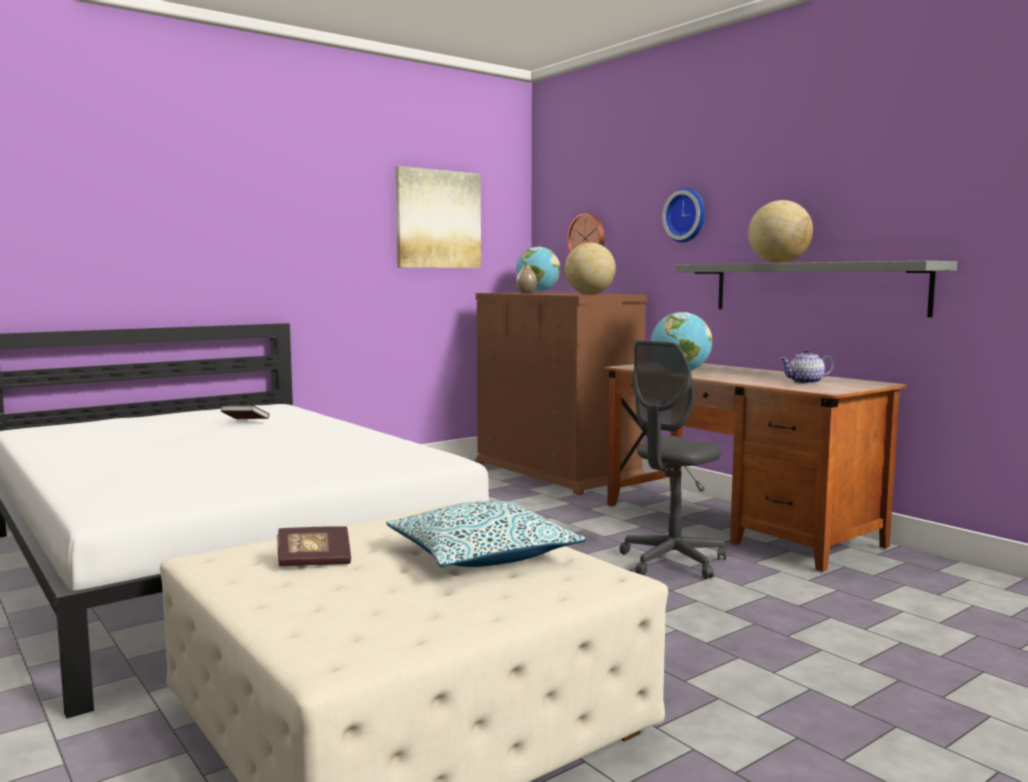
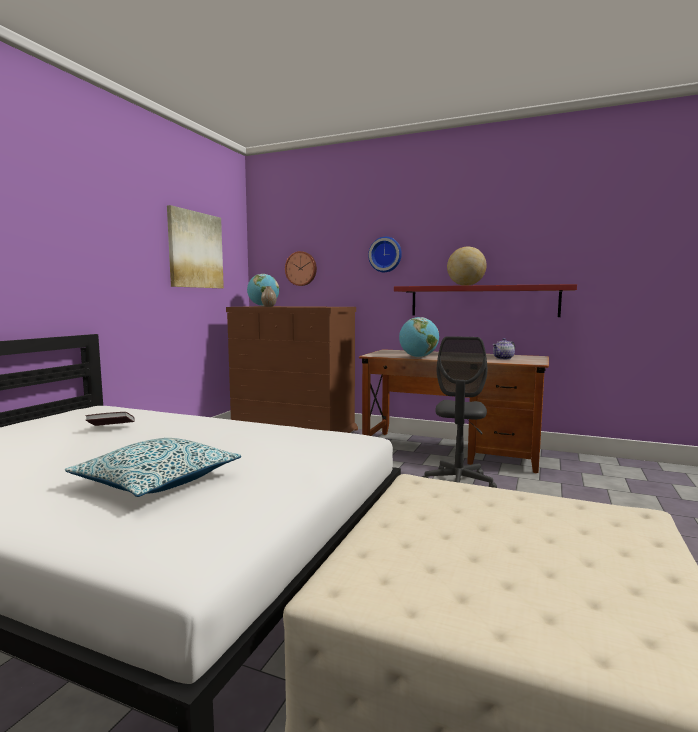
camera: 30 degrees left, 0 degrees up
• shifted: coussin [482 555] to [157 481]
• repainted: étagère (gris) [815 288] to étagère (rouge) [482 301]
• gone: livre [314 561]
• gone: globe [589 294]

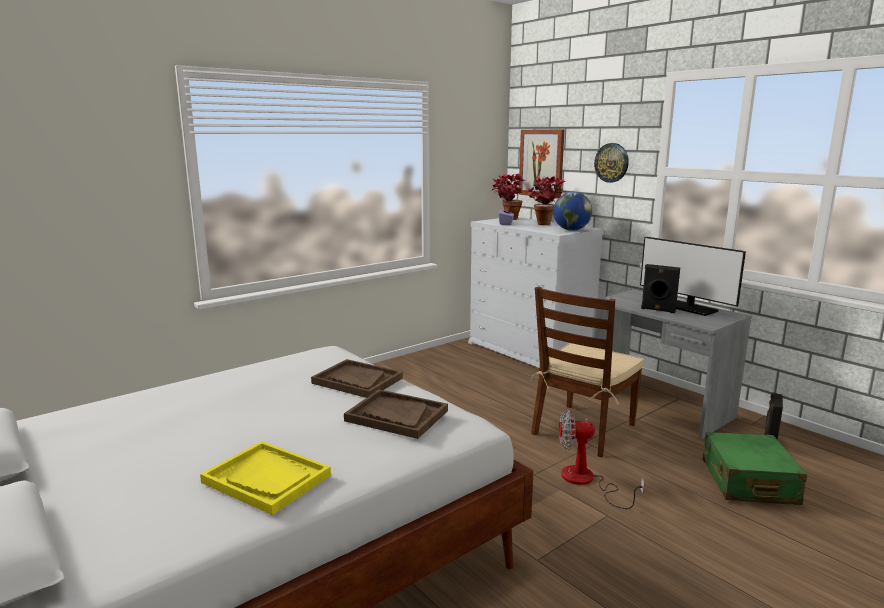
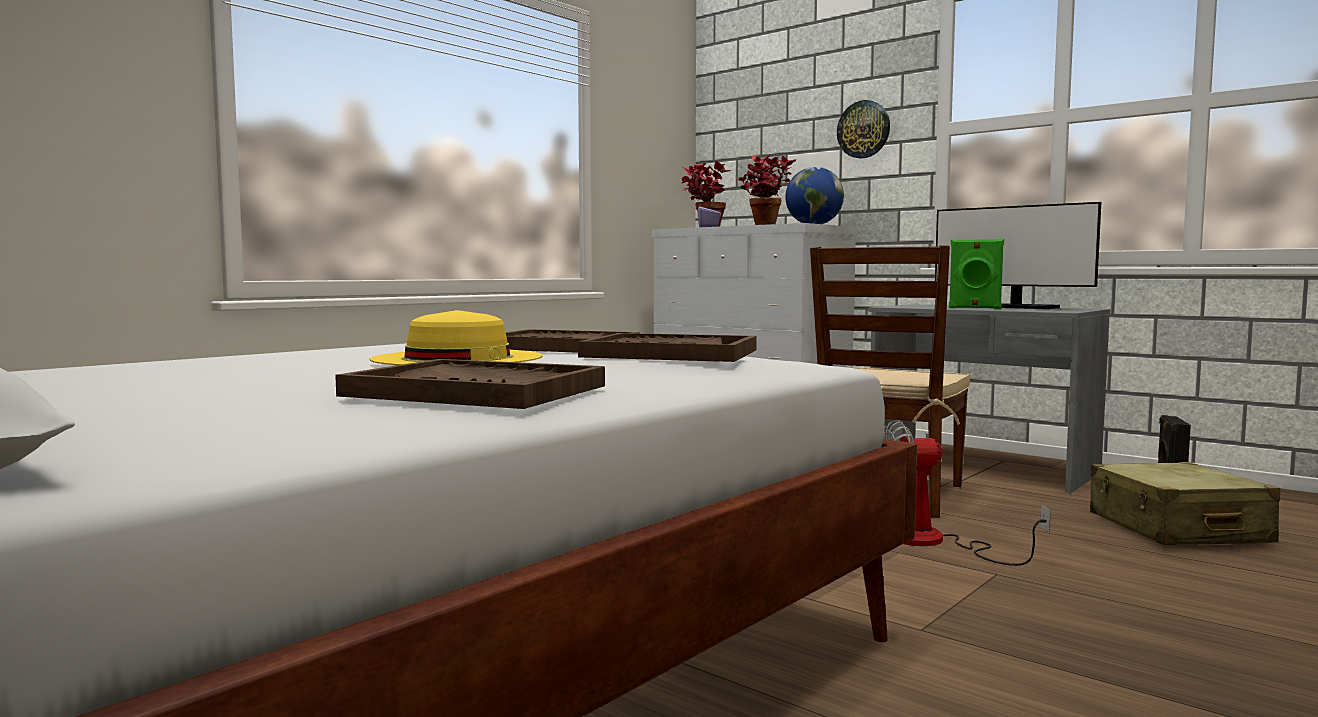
camera: 10 degrees left, 10 degrees down
• repainted: plateau (jaune) [267 479] to plateau (marron) [477 391]
• new: chapeau (jaune) [458 358]
• repainted: enceinte (noir) [658 310] to enceinte (vert) [974 308]
• repainted: valise (vert) [748 482] to valise (beige) [1176 529]
• gone: tableau [541 163]

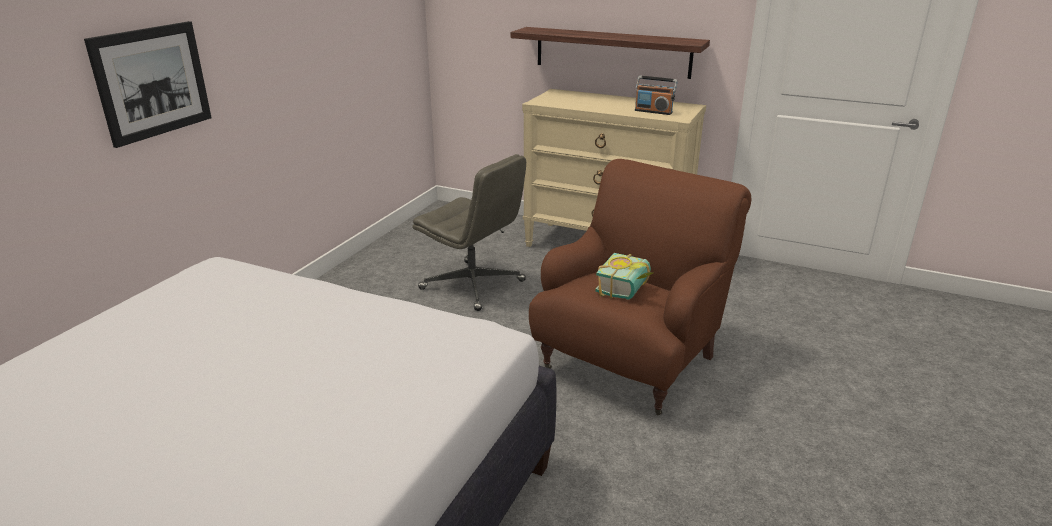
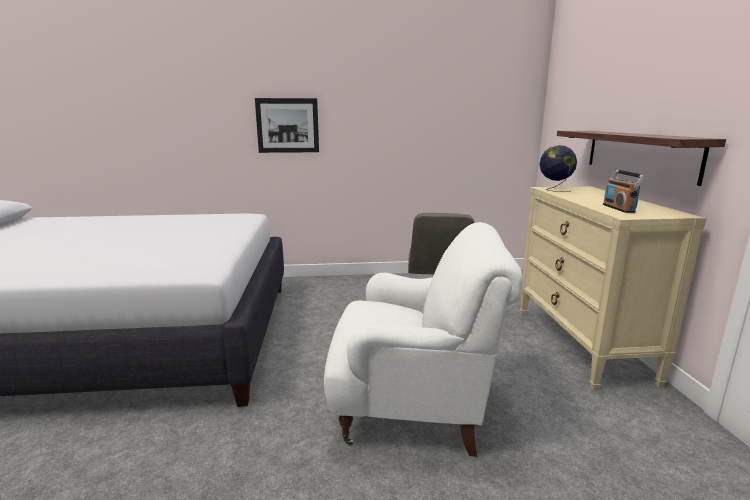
camera: 60 degrees right, 10 degrees down
• repainted: fauteuil (marron) [631 362] to fauteuil (blanc) [414 407]
• new: globe [554 190]
• gone: livre [628 289]

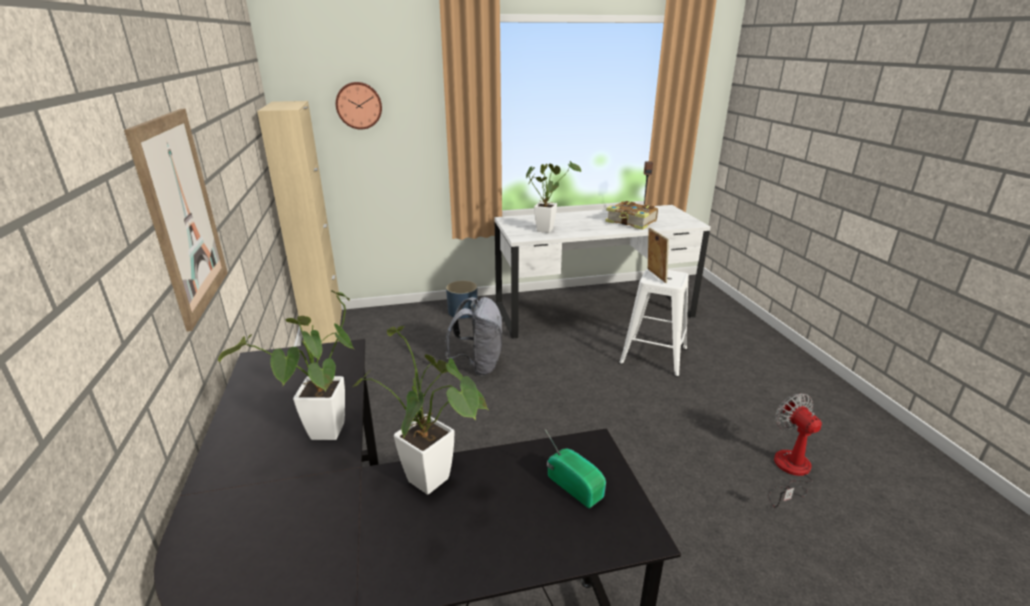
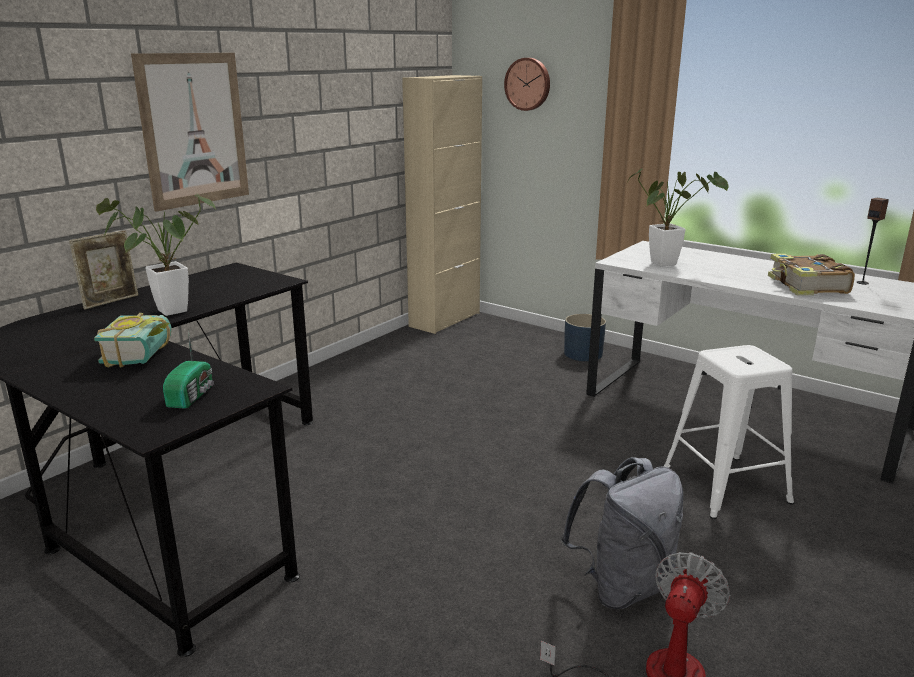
camera: 50 degrees right, 5 degrees down
• shifted: cadre photo [655 276] to [111 301]
• swapped: plante en pot [434 485] to livre [145 355]
• shifted: sac à dos (gris) [478 365] to [622 586]

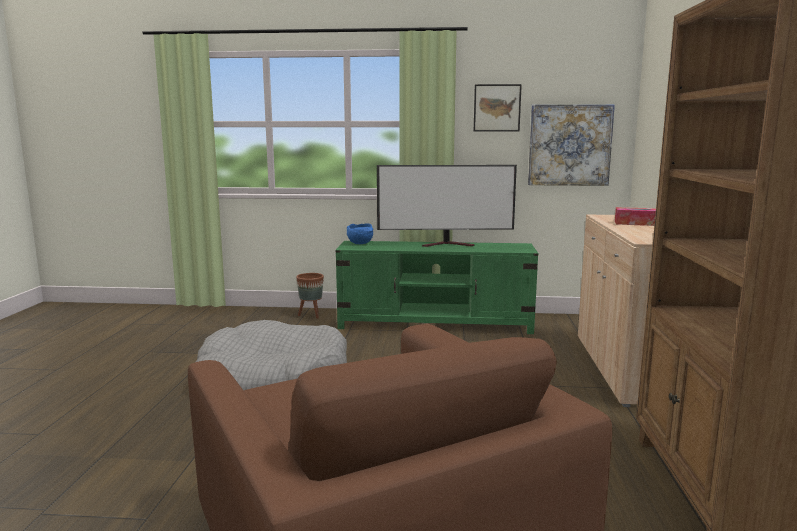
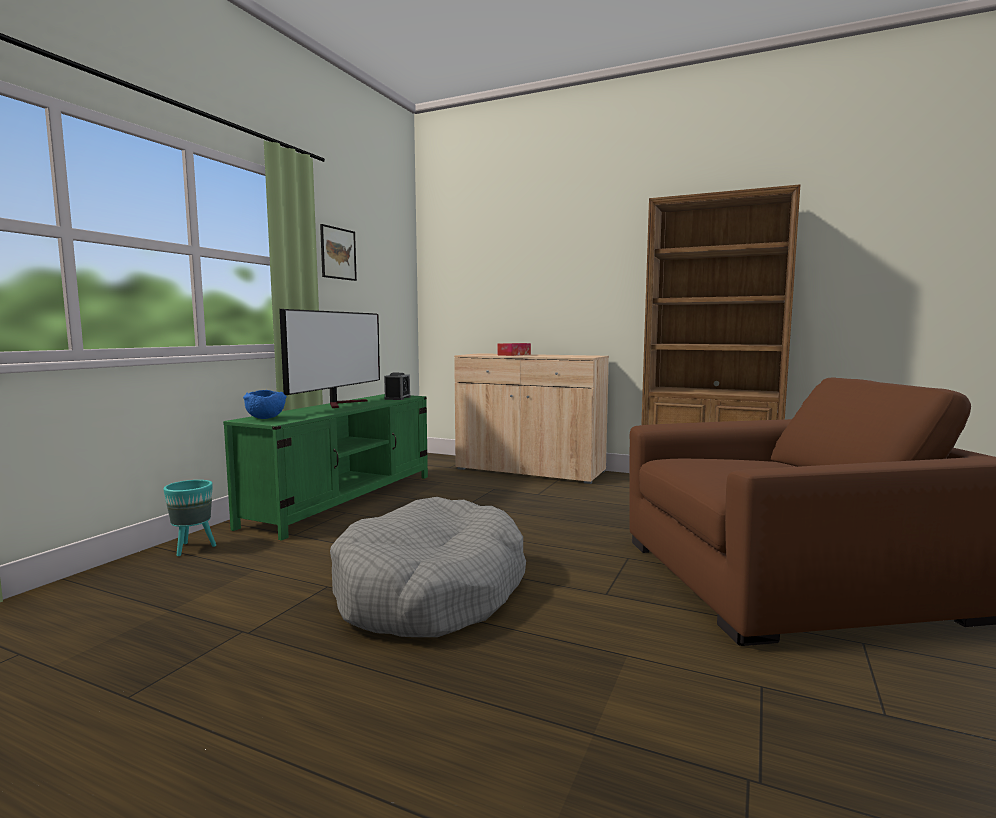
camera: 70 degrees left, 5 degrees down
• repainted: cache-pot (marron) [311 315] to cache-pot (turquoise) [192 548]
• new: réveil [397 398]
• gone: tableau [569 145]

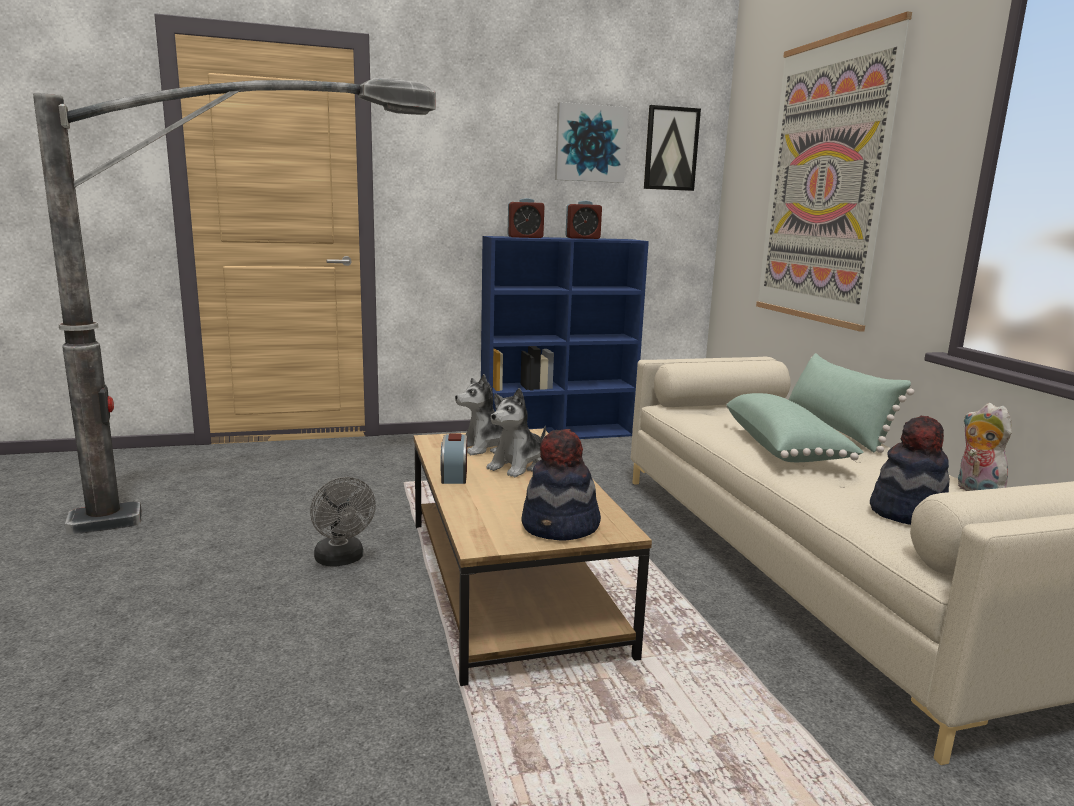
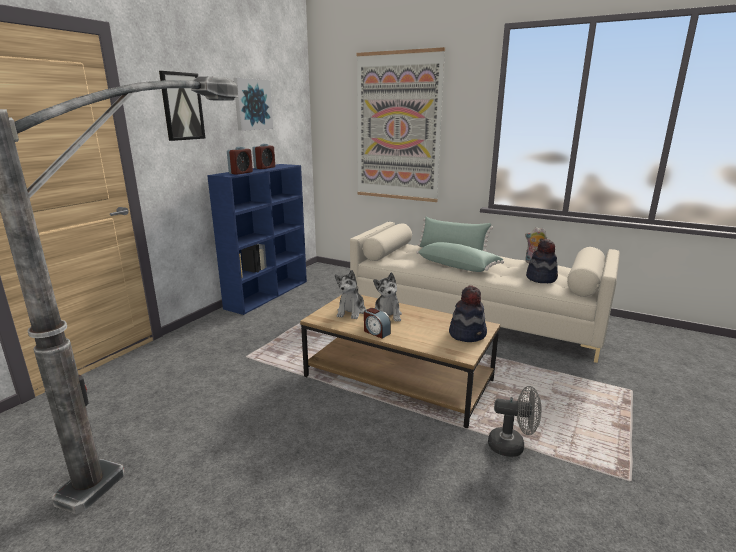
camera: 45 degrees left, 5 degrees up
• shifted: tableau [671 149] to [182 106]
• shifted: ventilateur (gris) [342 560] to [512 446]

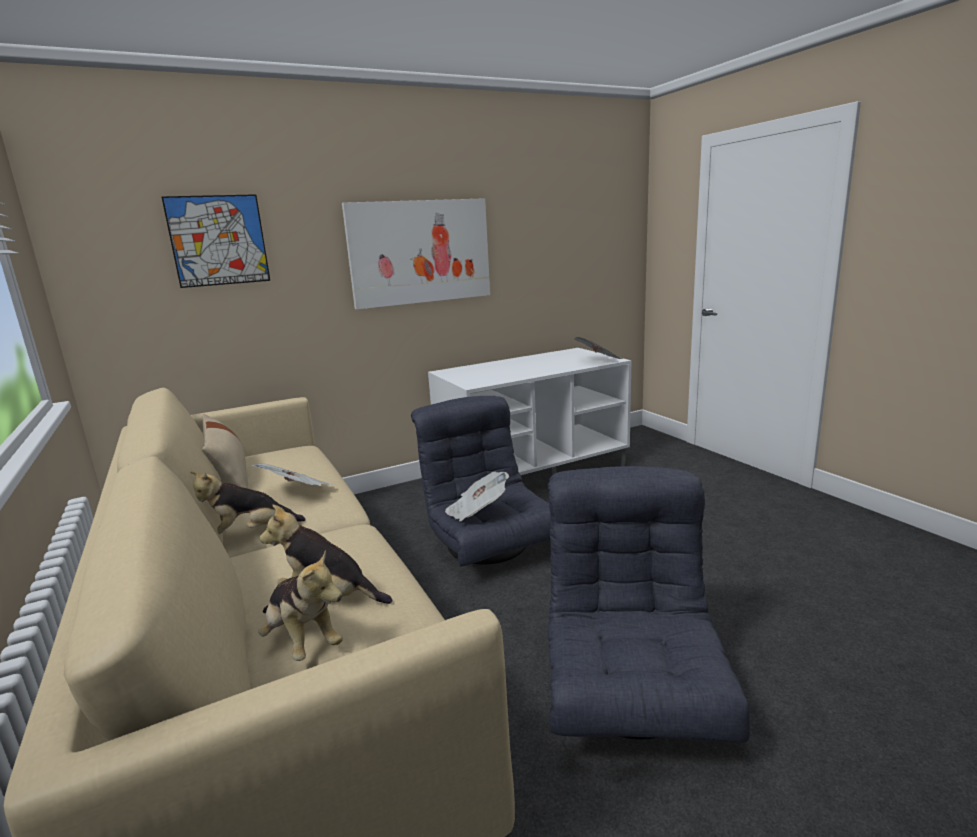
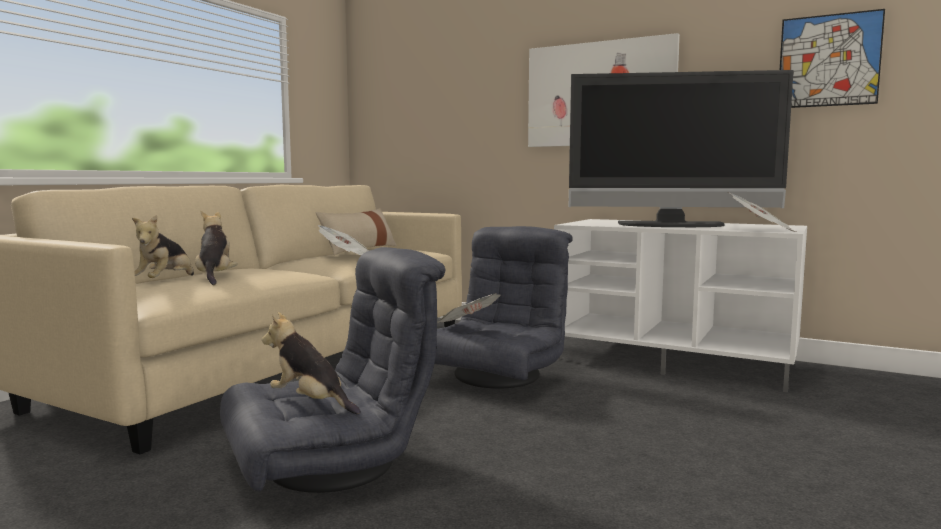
camera: 55 degrees right, 10 degrees down
• shifted: peluche [250 533] to [311 403]
• new: téléviseur [672 225]
• shifted: tableau [218 240] to [828 60]

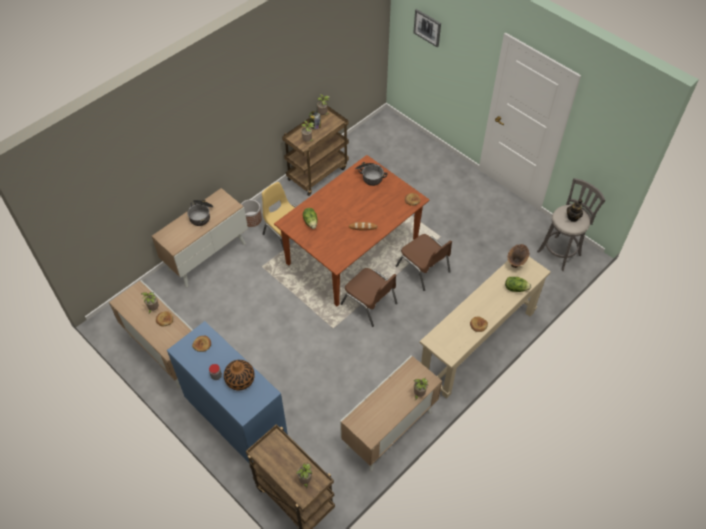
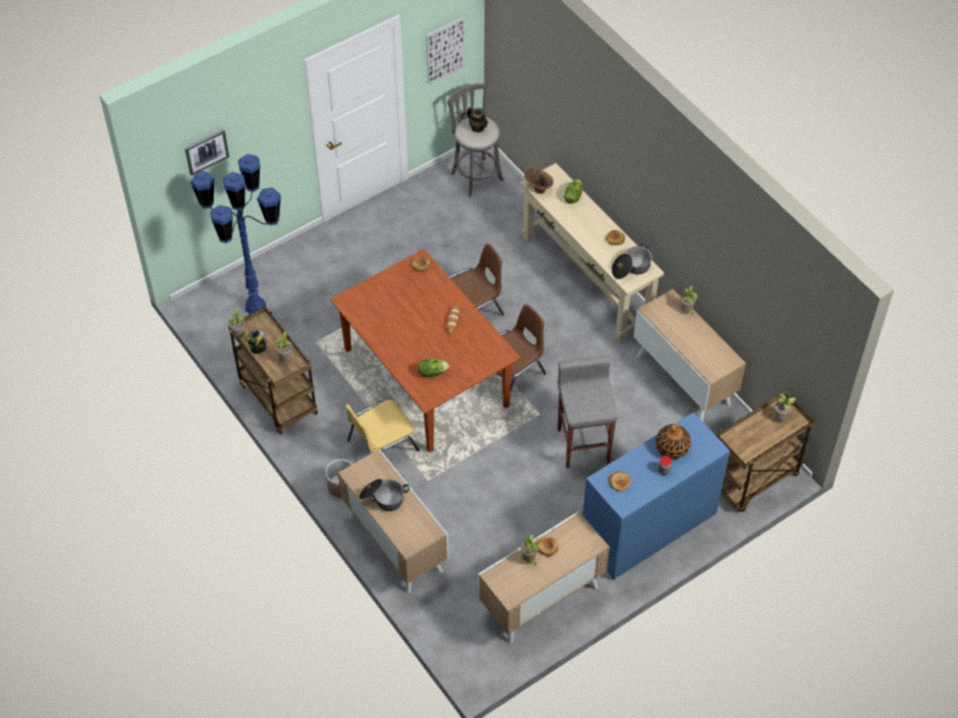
camera: 80 degrees left, 0 degrees up
• new: lampadaire (bleu) [255 306]
• new: tableau [444 50]
• new: tabouret (gris) [584 444]
• shifted: marmite [369 176] to [631 268]

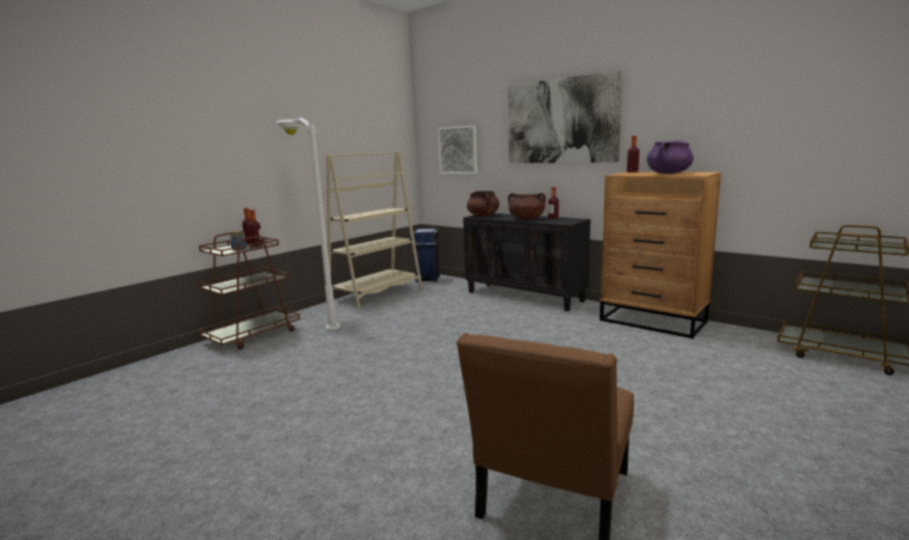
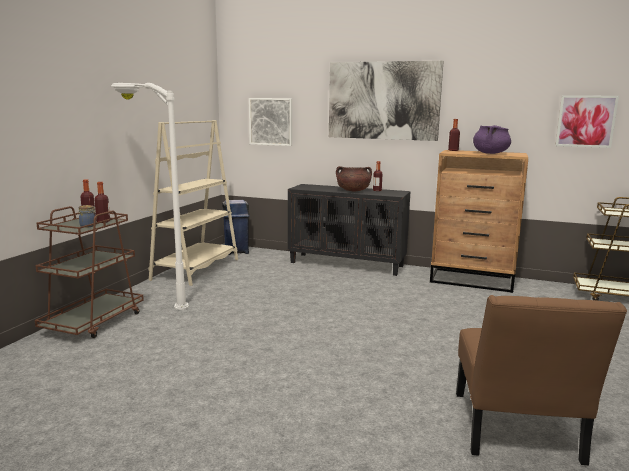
camera: 20 degrees left, 0 degrees up
• new: tableau [586 121]
• gone: marmite (marron) [483 215]

